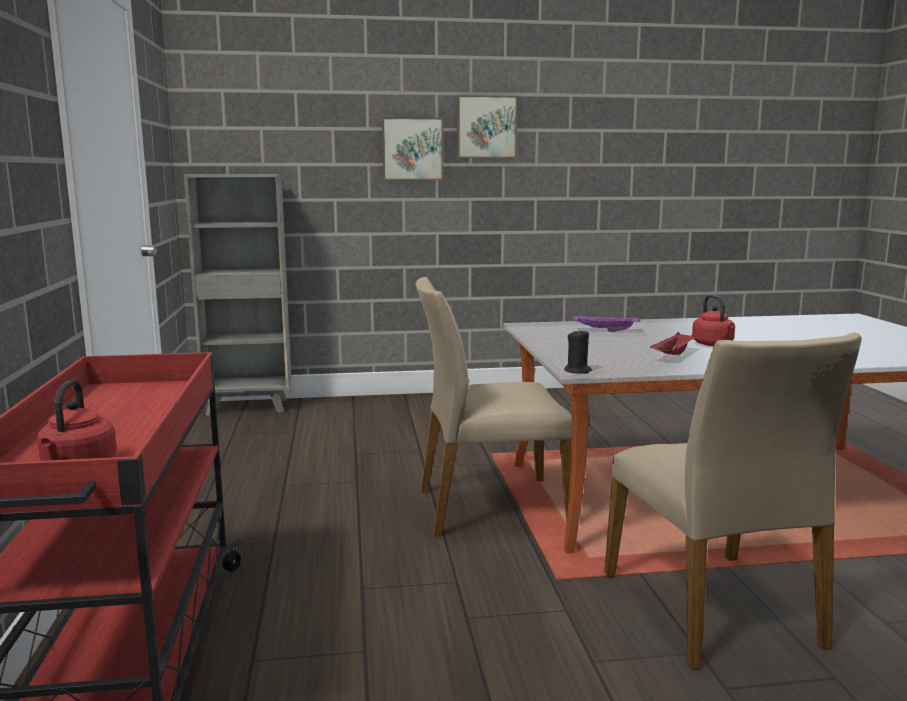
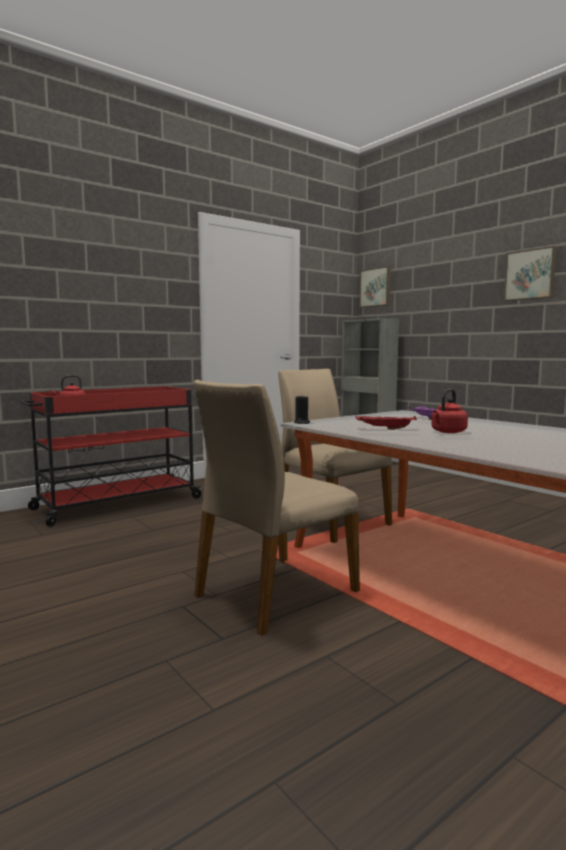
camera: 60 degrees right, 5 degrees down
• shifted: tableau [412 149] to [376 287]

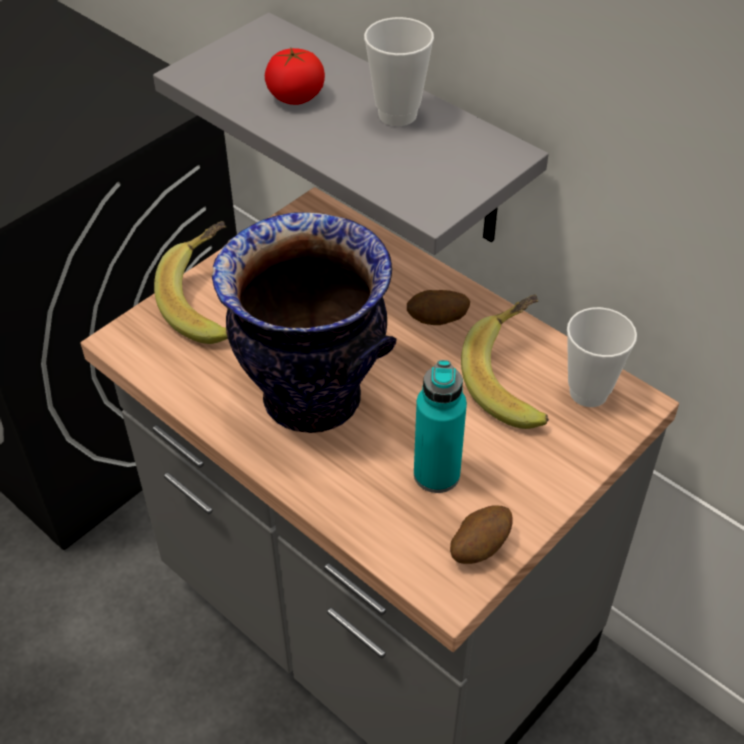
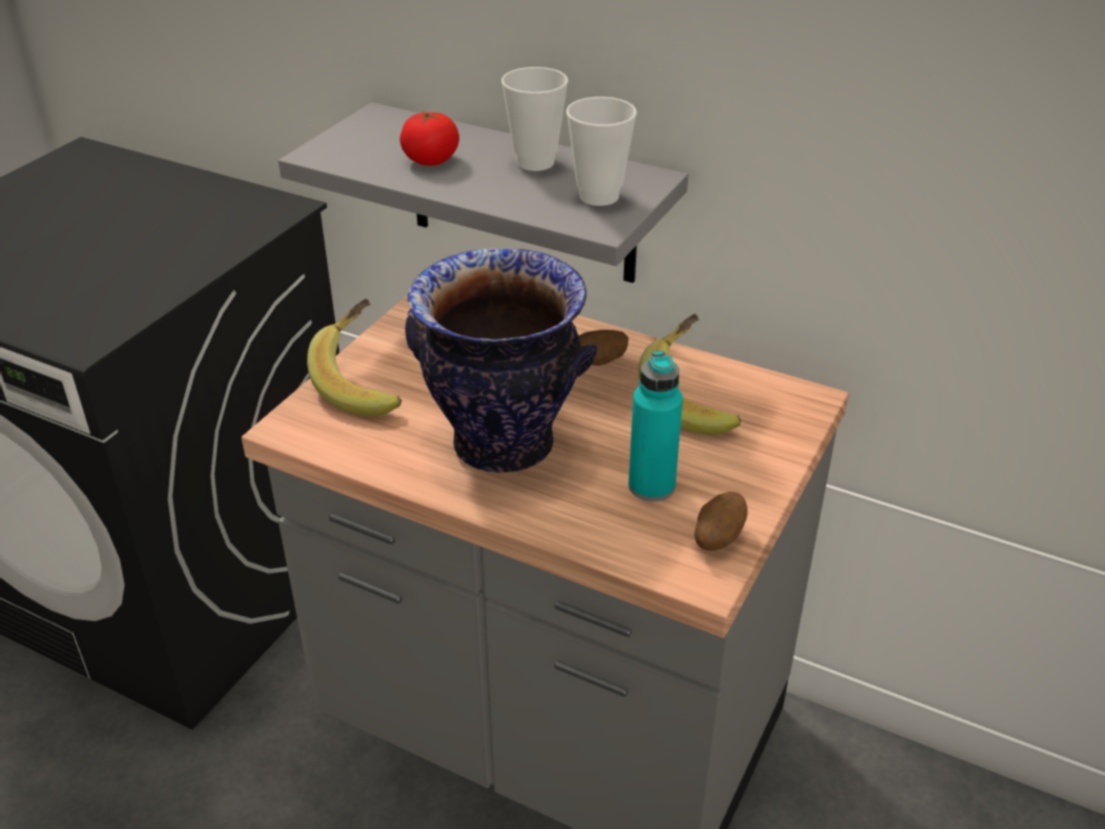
camera: 15 degrees left, 10 degrees down
• shifted: tasse [588 392] to [599 196]

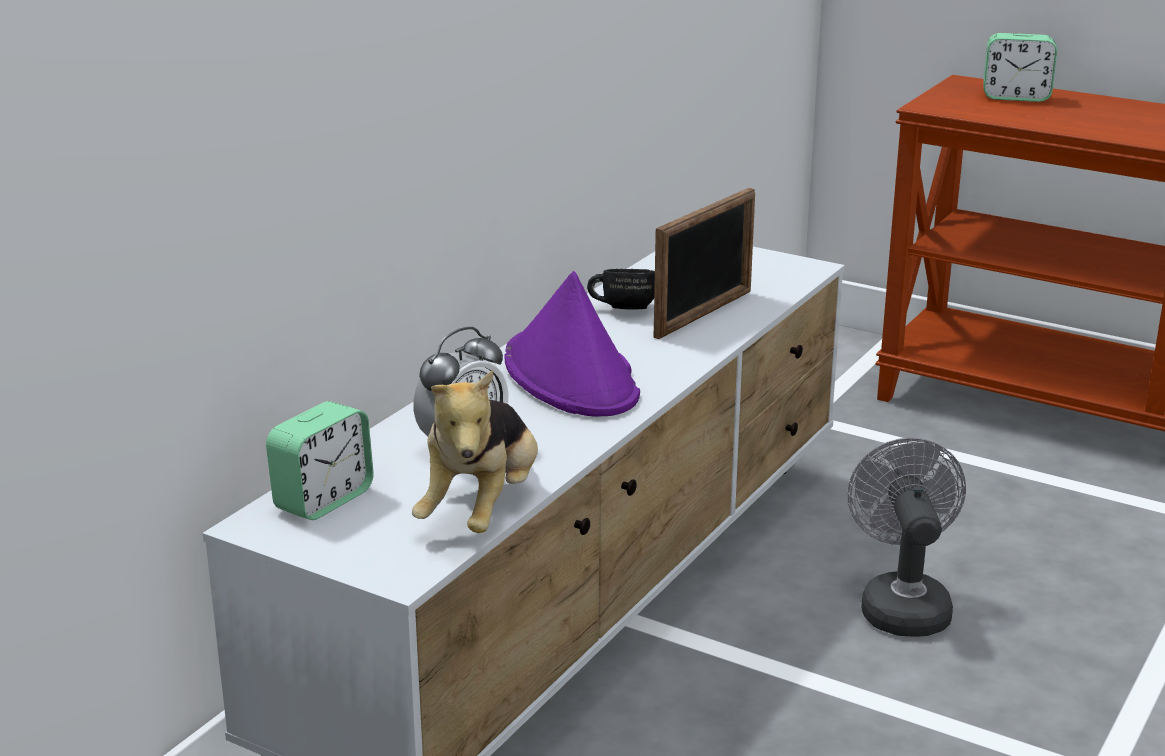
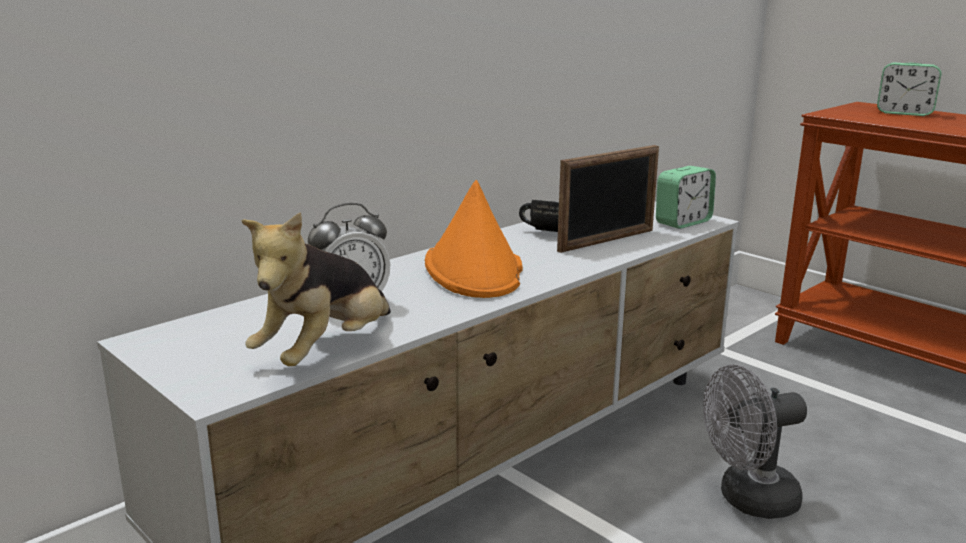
camera: 15 degrees right, 5 degrees down
• repainted: chapeau (violet) [571 376] to chapeau (orange) [474 269]
• shifted: réveil [323 500] to [683 222]
• rotated: ventilateur (gris) [901 605] = [748 500] 120 degrees counterclockwise

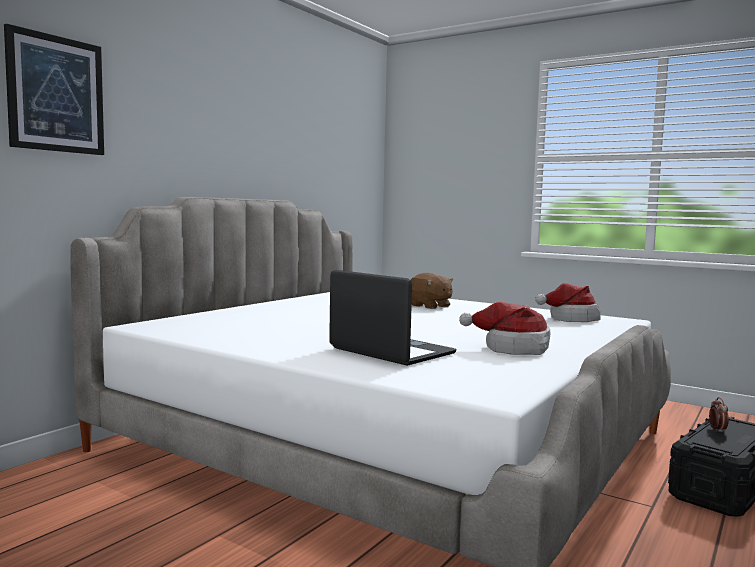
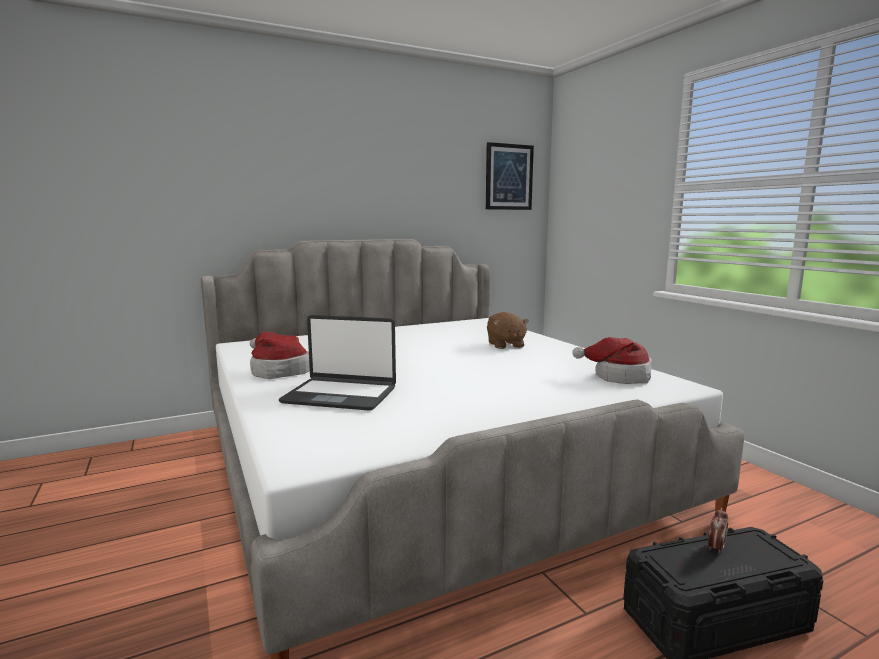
camera: 30 degrees right, 5 degrees up
• shifted: chapeau [513 348] to [278 371]
• rotated: ordinateur portable [391 351] = [340 395] 120 degrees clockwise
• shifted: tableau [56 94] to [508 177]

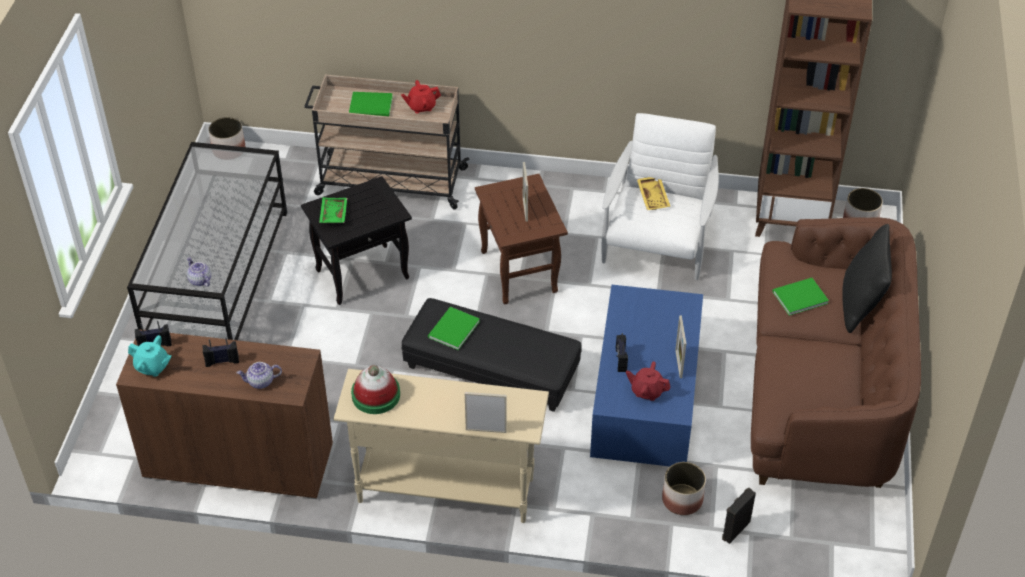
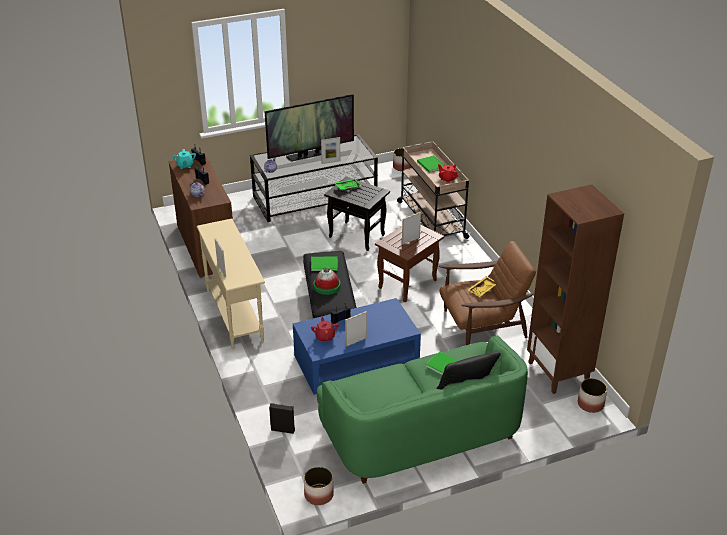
camera: 60 degrees right, 10 degrees down
• new: téléviseur [311 154]
• shifted: cache-pot [682 500] to [318 495]
• shifted: chapeau [376 395] to [327 286]
• repainted: canapé (marron) [821 391] to canapé (vert) [421 432]
• new: cadre photo [331 162]
• repainted: fauteuil (blanc) [658 242] to fauteuil (marron) [482 325]

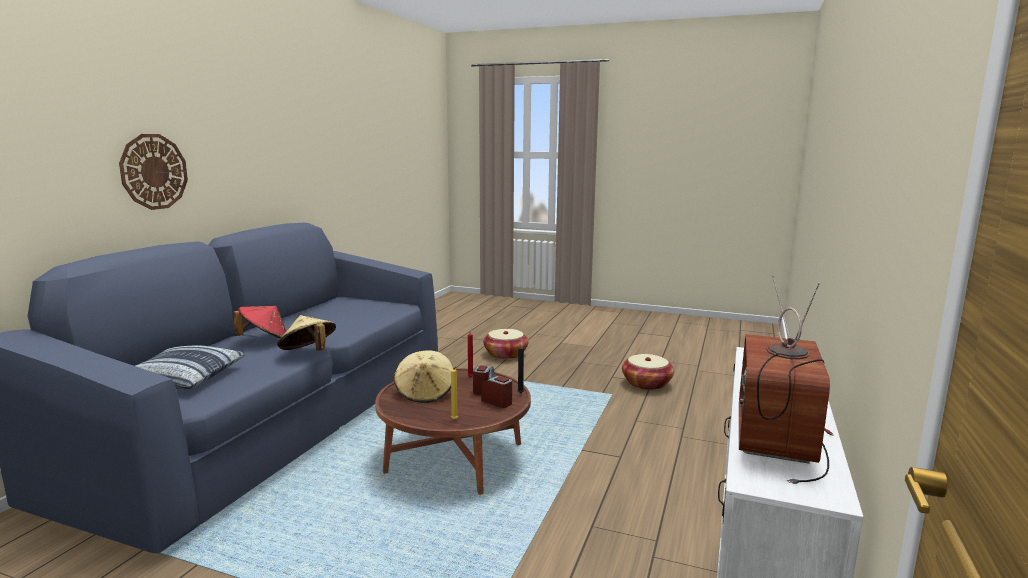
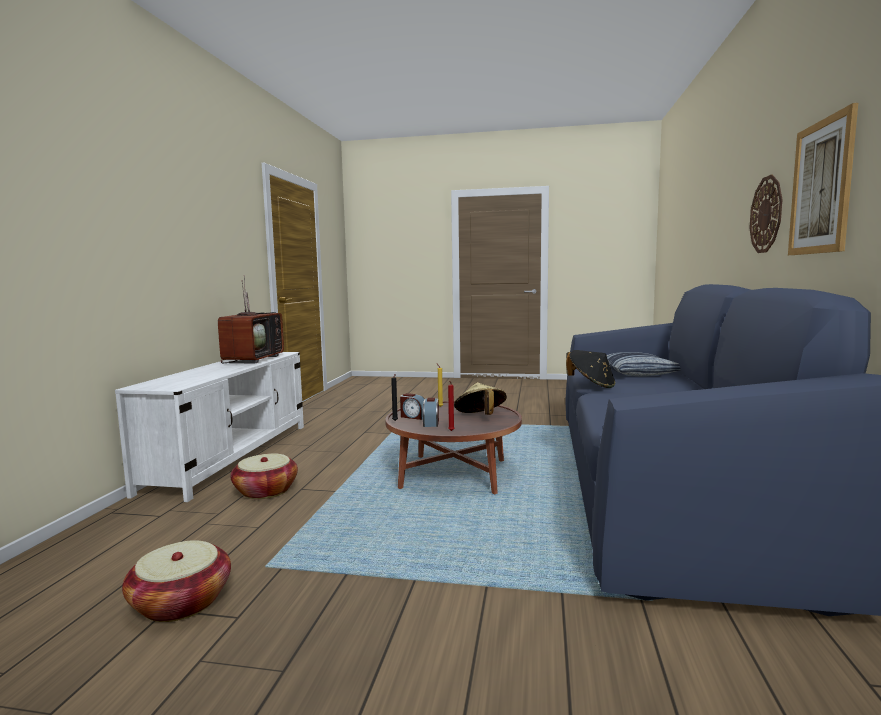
camera: 170 degrees right, 5 degrees down
• shifted: panier [506 354] to [265 491]
• repainted: chapeau (beige) [308 353] to chapeau (noir) [591 385]
• new: tableau [821 187]
• gone: chapeau (rouge) [264 340]

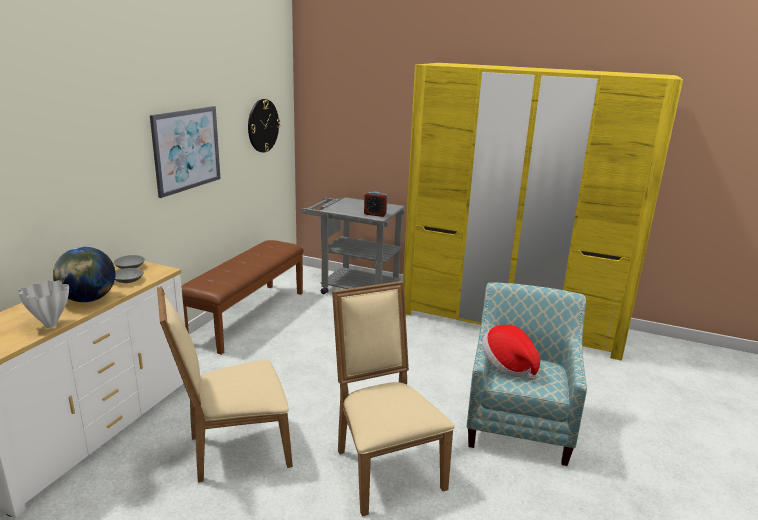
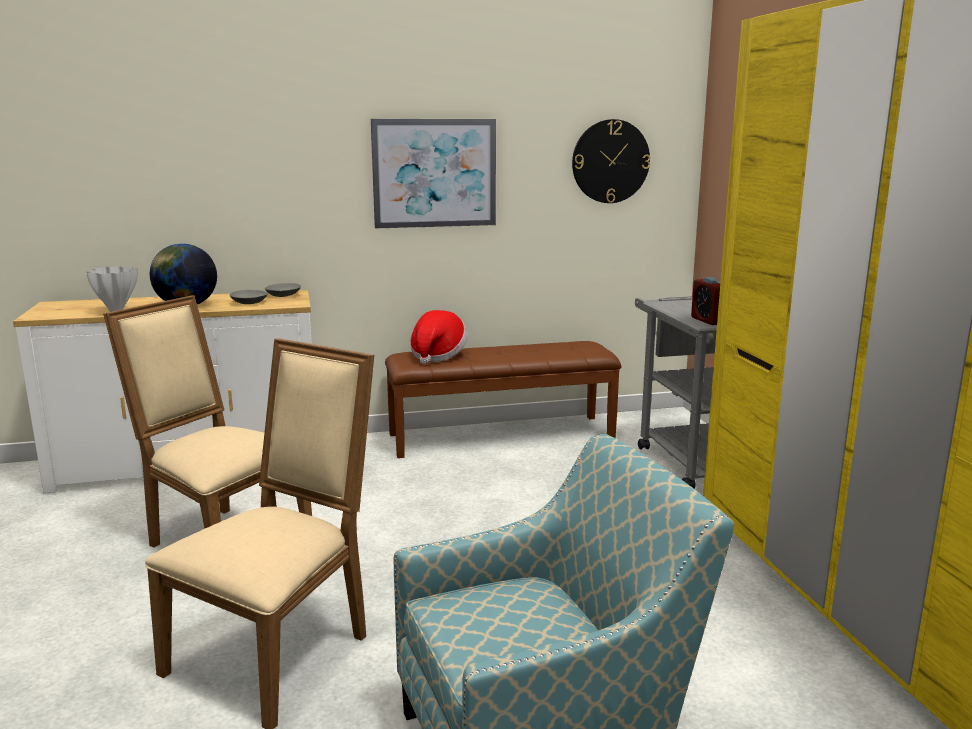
camera: 55 degrees right, 5 degrees down
• shifted: chapeau [508 366] to [437 356]

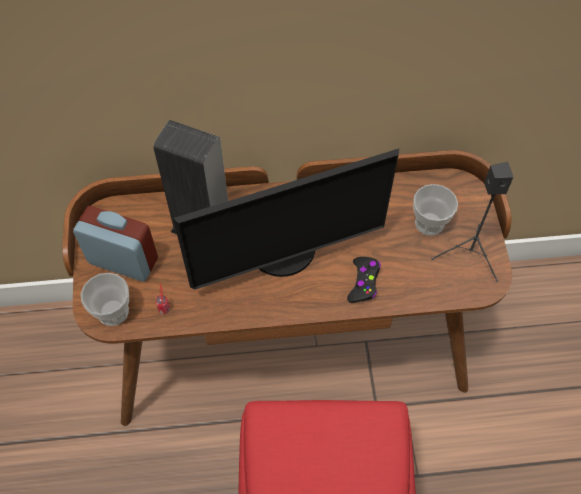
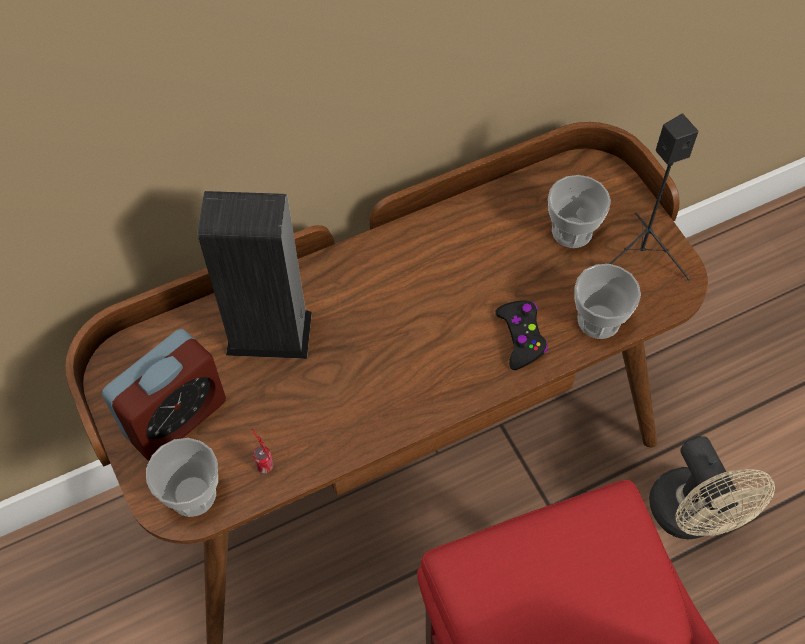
camera: 20 degrees left, 0 degrees up
• rotated: réveil [123 261] = [176 418] 135 degrees clockwise
• new: tasse [598 320]
• new: ventilateur (beige) [691 517]
• gone: écran d'ordinateur [284 253]

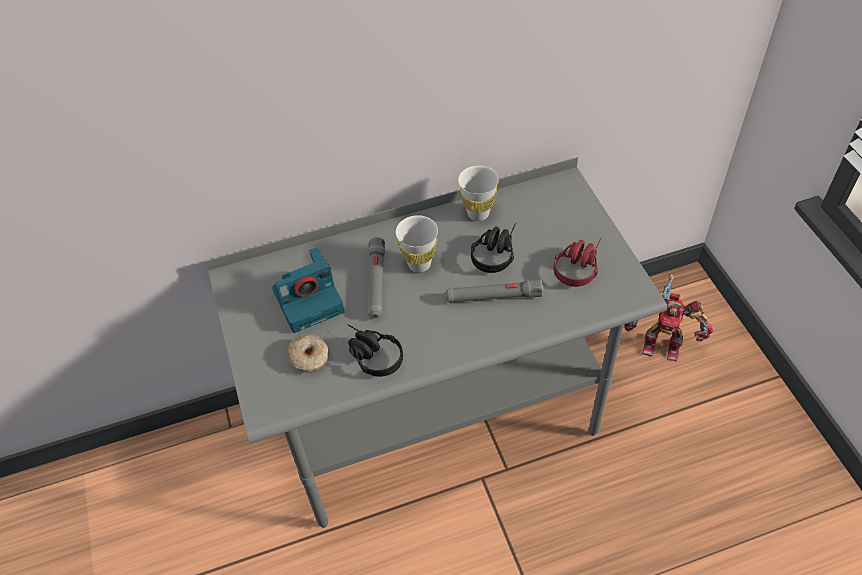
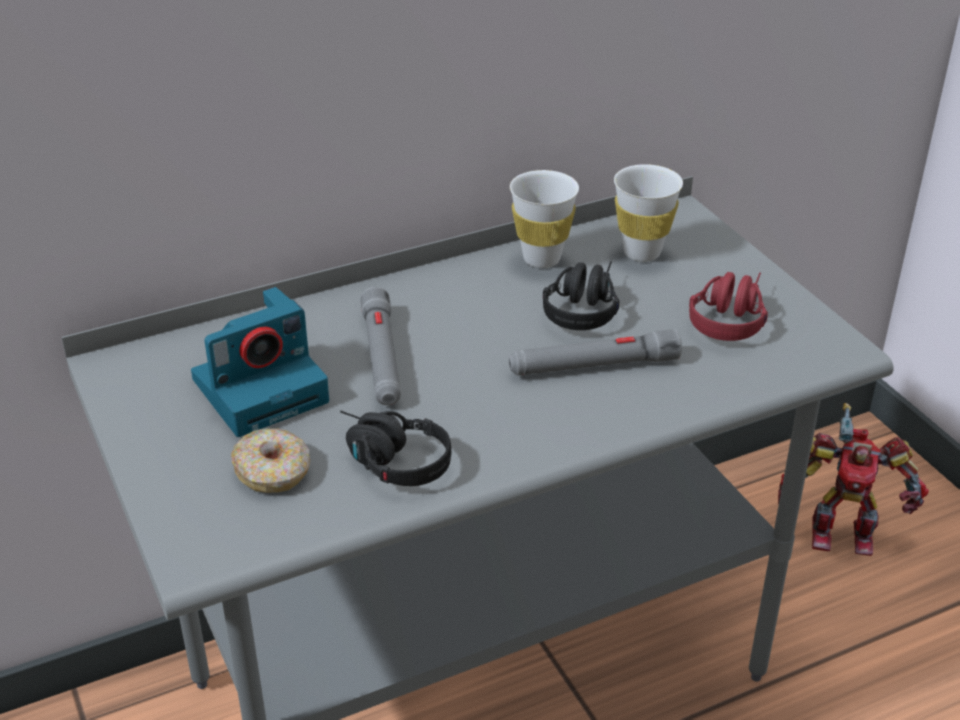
camera: 10 degrees left, 15 degrees down
• shifted: tasse (blanc) [419 264] to [642 252]

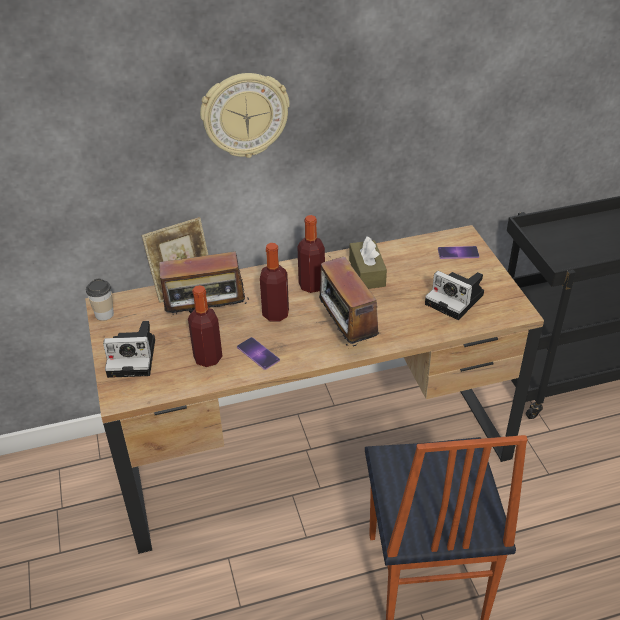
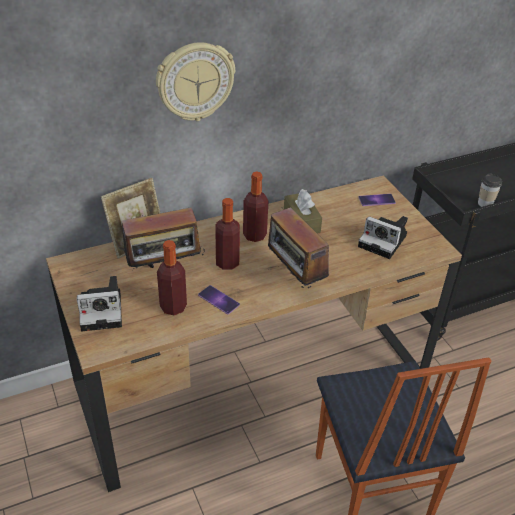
camera: 10 degrees left, 0 degrees up
• shifted: tasse [104 314] to [485 203]

